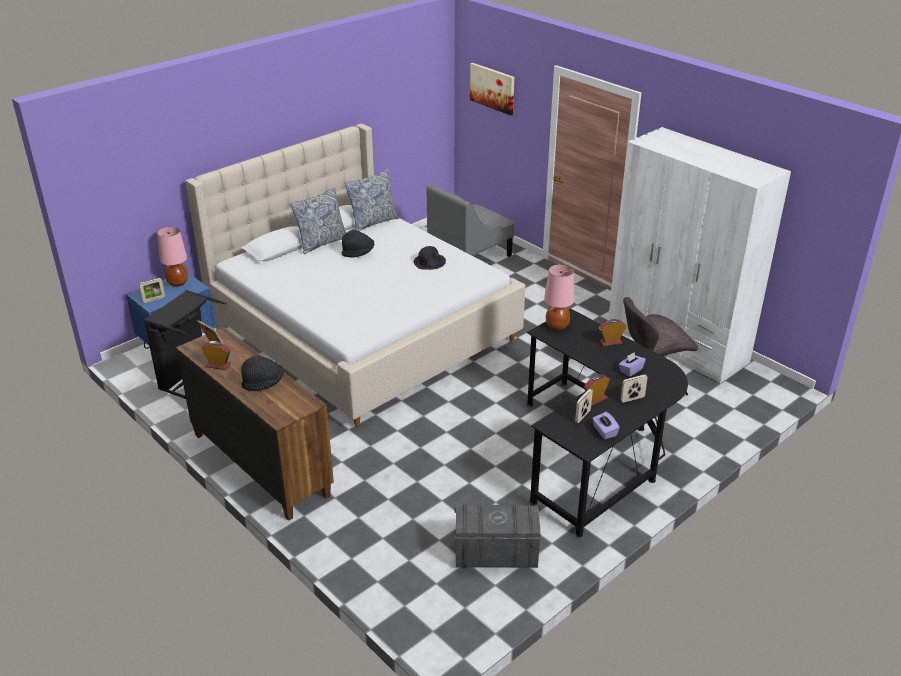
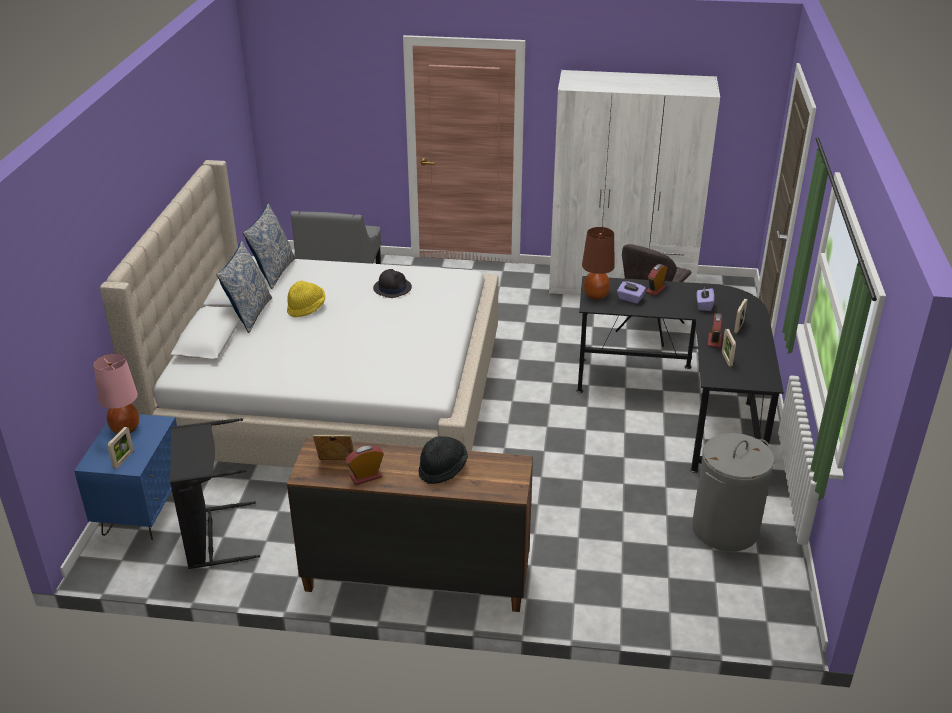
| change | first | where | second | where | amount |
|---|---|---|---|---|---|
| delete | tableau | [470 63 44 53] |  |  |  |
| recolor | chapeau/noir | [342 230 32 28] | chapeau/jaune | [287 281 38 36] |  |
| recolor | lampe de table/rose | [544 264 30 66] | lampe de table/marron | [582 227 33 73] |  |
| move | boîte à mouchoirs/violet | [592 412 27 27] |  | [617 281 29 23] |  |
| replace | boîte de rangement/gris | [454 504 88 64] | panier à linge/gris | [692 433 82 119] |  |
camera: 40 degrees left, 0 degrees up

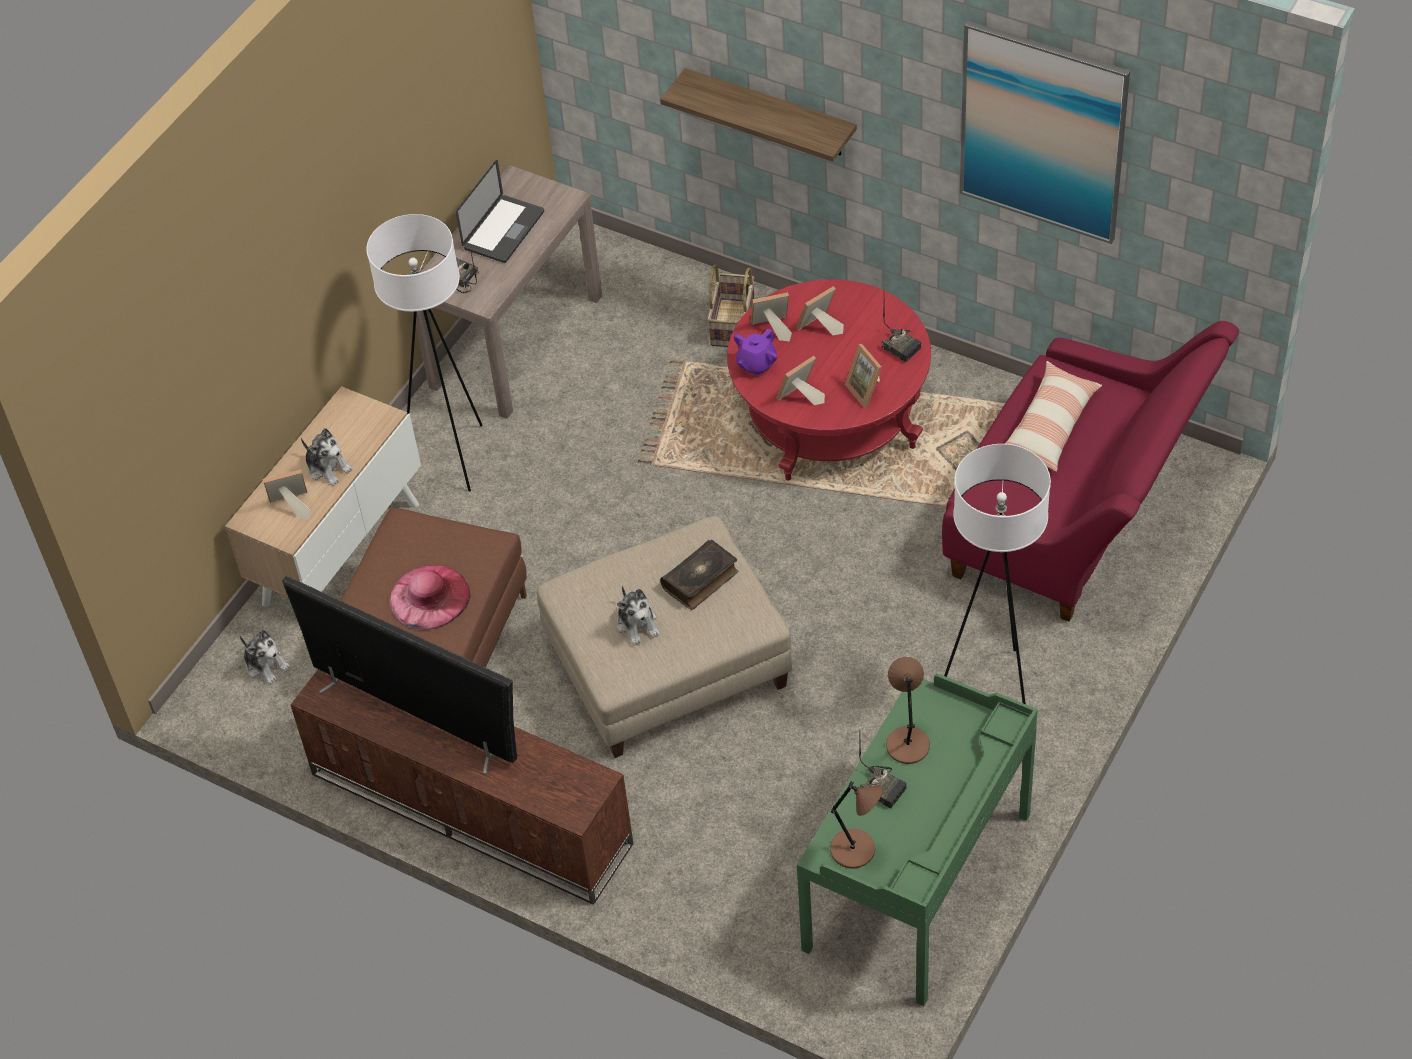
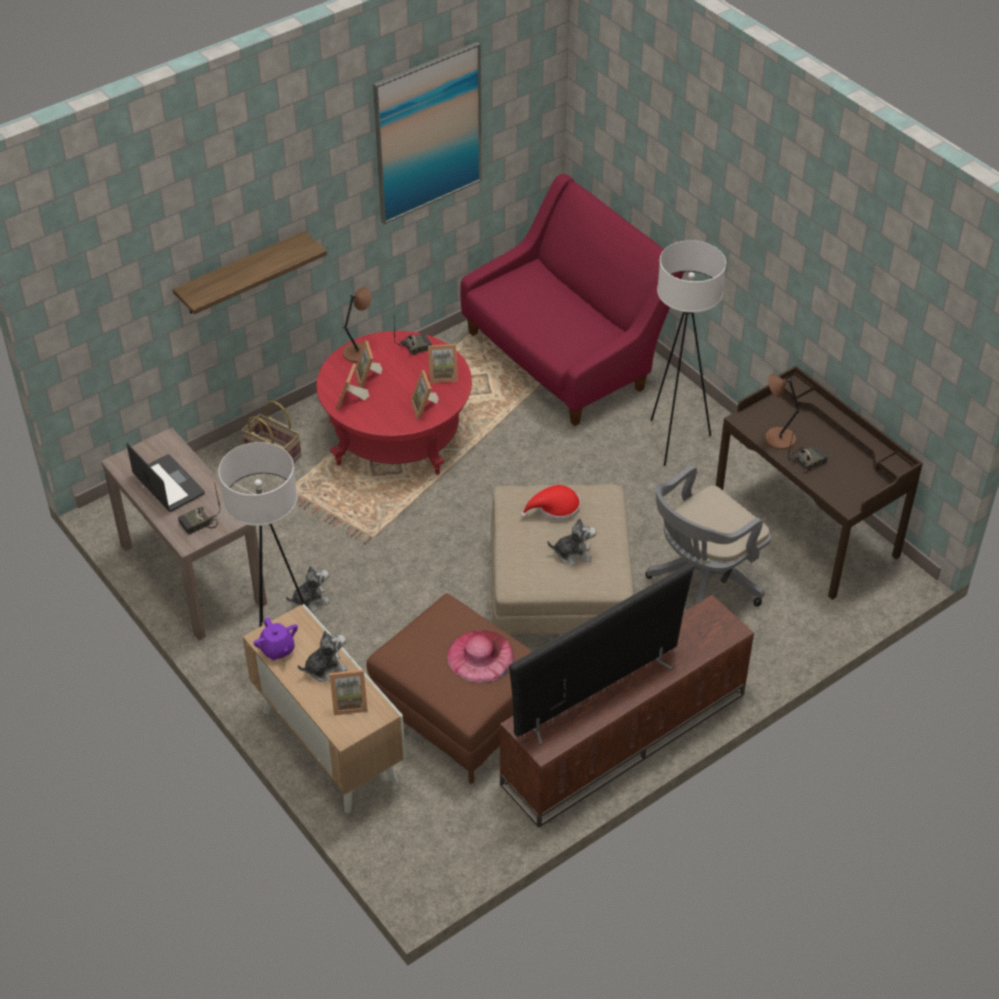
| change | first | where | second | where | amount |
|---|---|---|---|---|---|
| move | théière/violet | [734 329 43 47] |  | [254 617 44 43] |  |
| delete | coussin | [1004 361 98 111] |  |  |  |
| rotate | cadre photo | [263 469 48 50] |  | [330 669 38 46] | 105 degrees counterclockwise |
| replace | livre | [660 540 78 70] | chapeau/rouge | [521 485 59 36] |  |
| move | peluche | [240 630 50 54] |  | [286 565 44 46] |  |
| recolor | bureau/vert | [797 674 241 332] | bureau/marron | [716 366 207 234] |  |
| move | lampe de table/marron | [830 781 53 87] |  | [343 288 29 74] |  |
| insert |  |  | chaise de bureau/gris | [645 465 126 142] |  |
camera: 70 degrees left, 5 degrees down

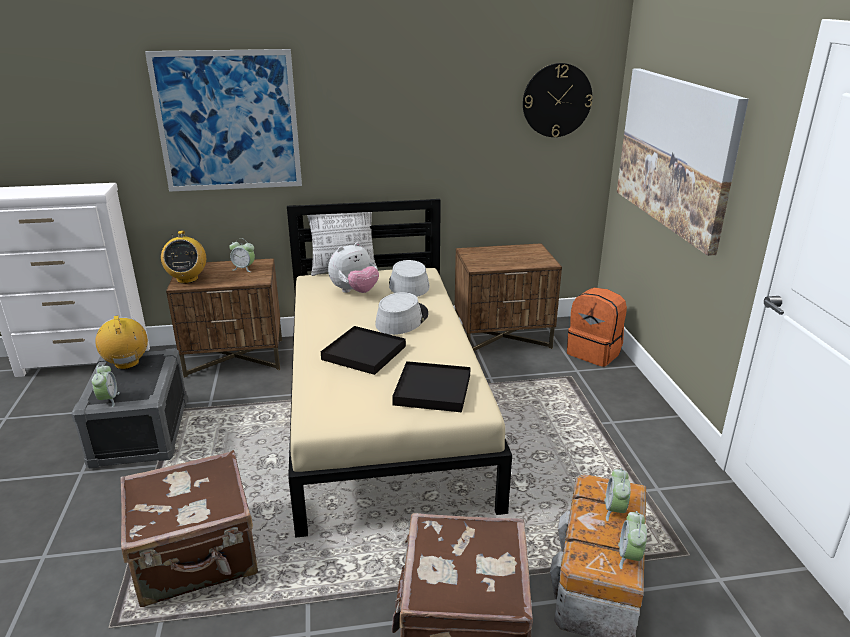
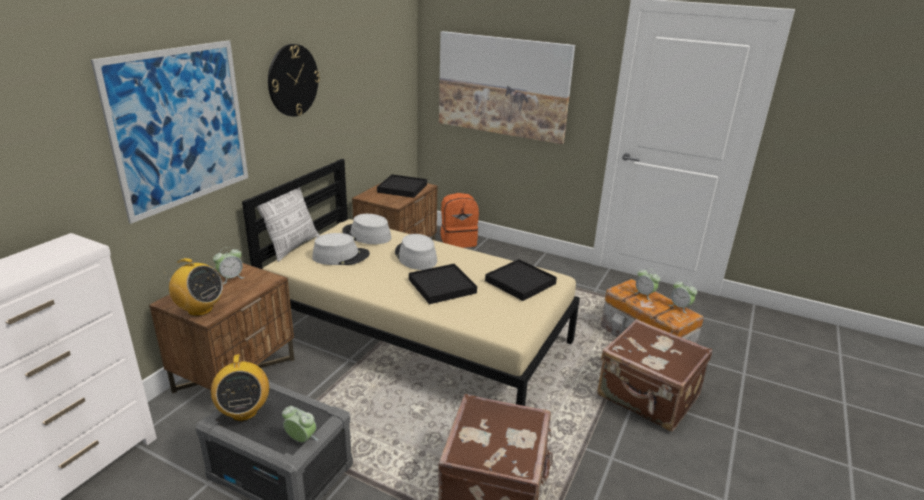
| change | first | where | second | where | amount |
|---|---|---|---|---|---|
| move | horloge murale | [523 63 70 74] |  | [268 44 52 73] |  |
| replace | peluche | [328 242 51 51] | chapeau/gris | [312 233 58 32] |  |
| rotate | radio | [95 315 53 54] |  | [211 354 58 67] | 120 degrees counterclockwise |
| insert |  |  | plateau/noir | [377 174 50 24] |  |
camera: 55 degrees left, 0 degrees up

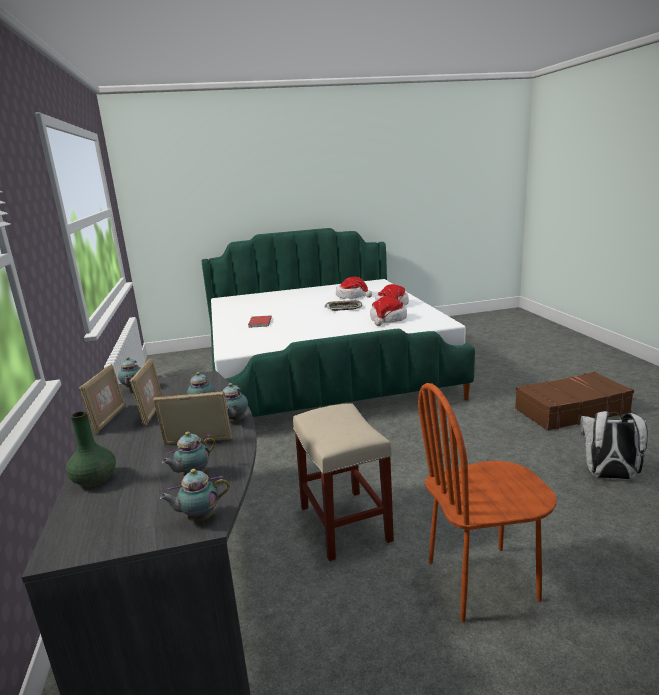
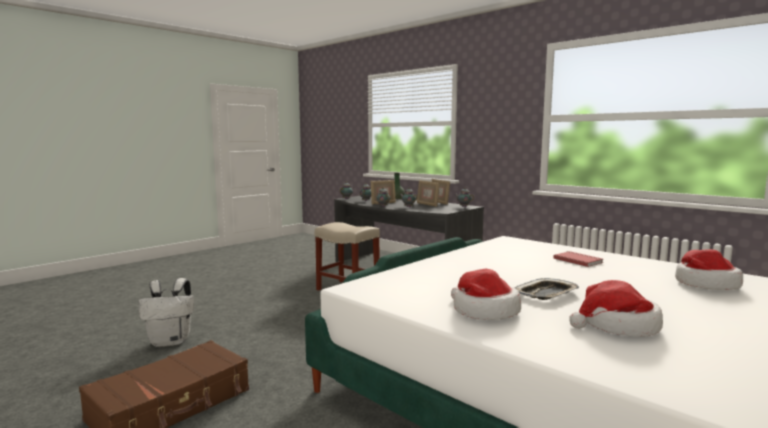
| change | first | where | second | where | amount |
|---|---|---|---|---|---|
| move | chapeau | [370 296 37 30] |  | [675 249 68 41] |  |
| delete | chaise/marron | [418 383 139 239] |  |  |  |
camera: 145 degrees right, 10 degrees down

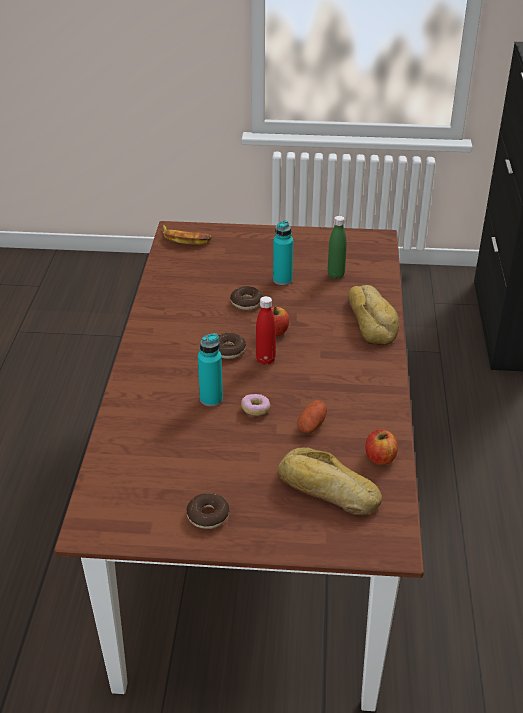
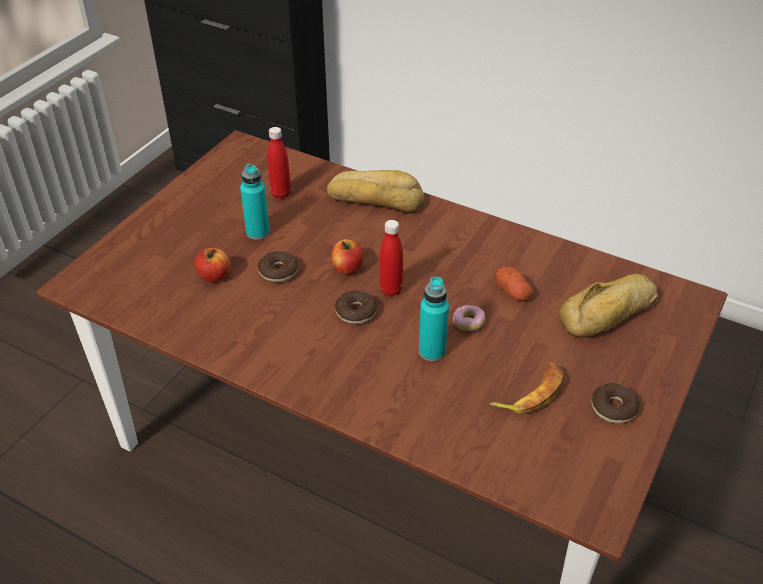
| change | first | where | second | where | amount |
|---|---|---|---|---|---|
| recolor | bouteille/vert | [328 216 19 63] | bouteille/rouge | [267 127 24 72] |  |
| move | banane | [163 225 49 20] |  | [489 362 74 52] |  |
| move | pomme | [365 429 33 36] |  | [195 248 35 34] |  |
camera: 65 degrees left, 5 degrees up

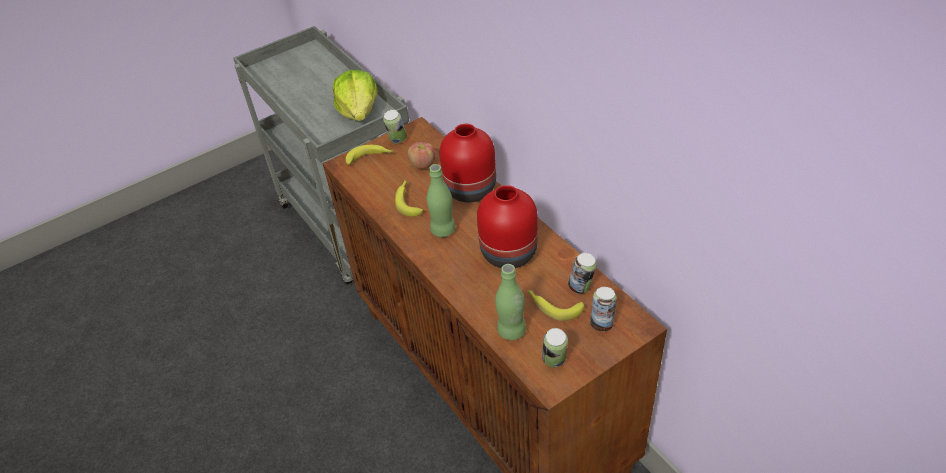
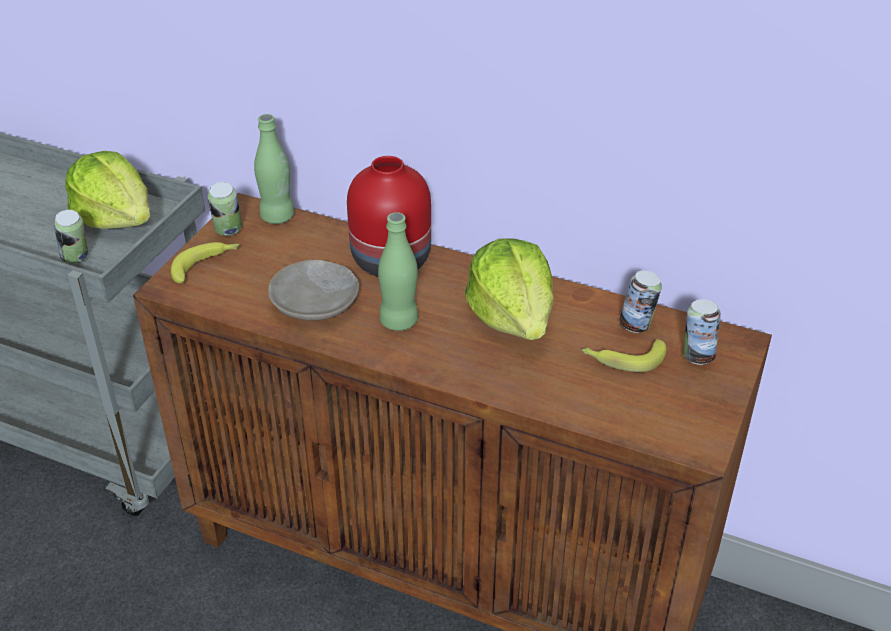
| change | first | where | second | where | amount |
|---|---|---|---|---|---|
| delete | pomme | [407 142 29 27] |  |  |  |
| replace | banane | [395 181 28 36] | assiette/beige | [268 260 91 61] |  |
| replace | vase/rouge | [477 185 61 83] | laitue | [465 238 89 102] |  |
| move | bouteille/vert | [495 264 31 76] |  | [254 114 41 110] |  |
| move | boîte métallique | [542 328 26 39] |  | [53 210 35 53] |  |
camera: 35 degrees left, 5 degrees down

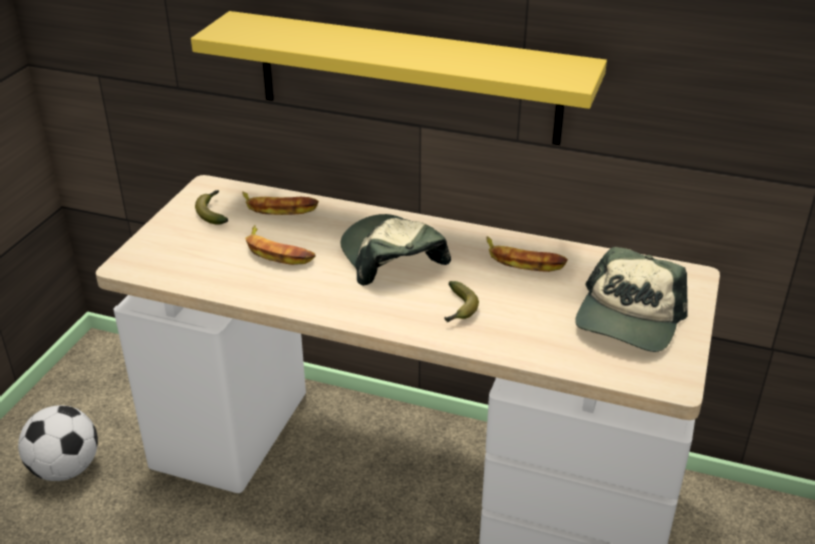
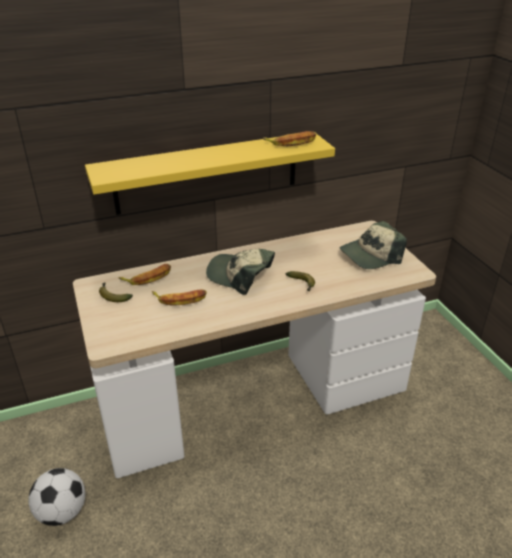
| change | first | where | second | where | amount |
|---|---|---|---|---|---|
| move | banane | [486 236 82 36] |  | [263 131 53 15] |  |
| rotate | casquette | [575 247 112 105] |  | [340 221 67 48] | 75 degrees clockwise |
camera: 40 degrees left, 0 degrees up

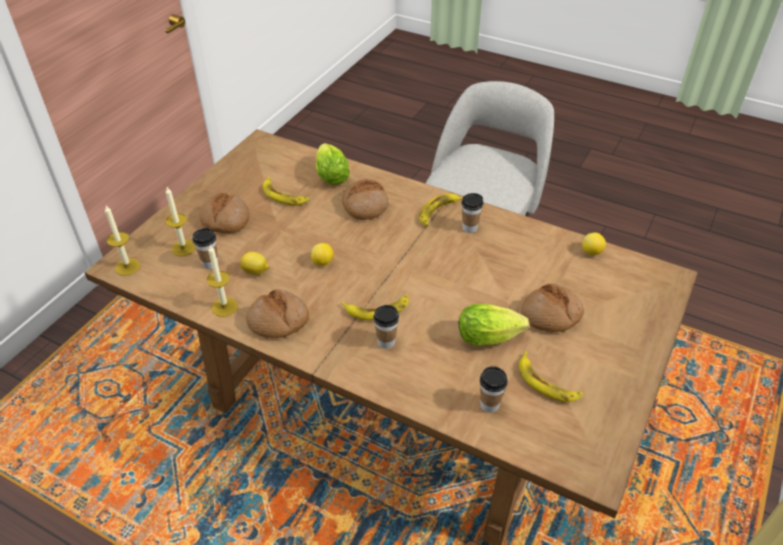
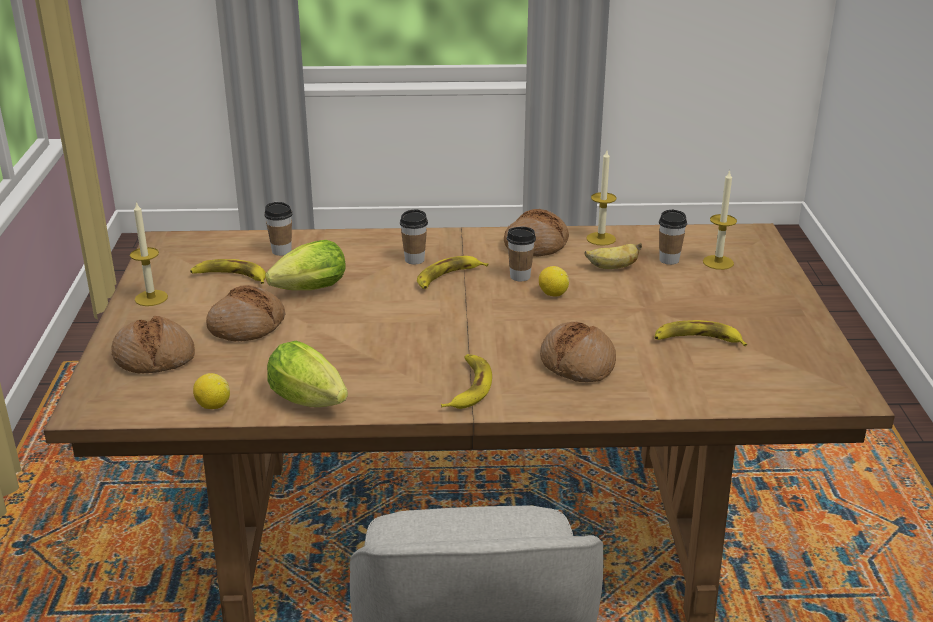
| change | first | where | second | where | amount |
|---|---|---|---|---|---|
| move | laitue | [316 143 34 42] |  | [267 341 81 66] |  |
| move | pain | [199 193 51 40] |  | [111 316 84 58] |  |
| move | tasse | [461 193 22 40] |  | [507 227 29 54] |  |
| move | bougie | [105 206 35 70] |  | [130 202 38 104] |  |
| replace | citron | [240 252 29 23] | banane | [585 243 57 26] |  |
camera: 150 degrees right, 15 degrees down

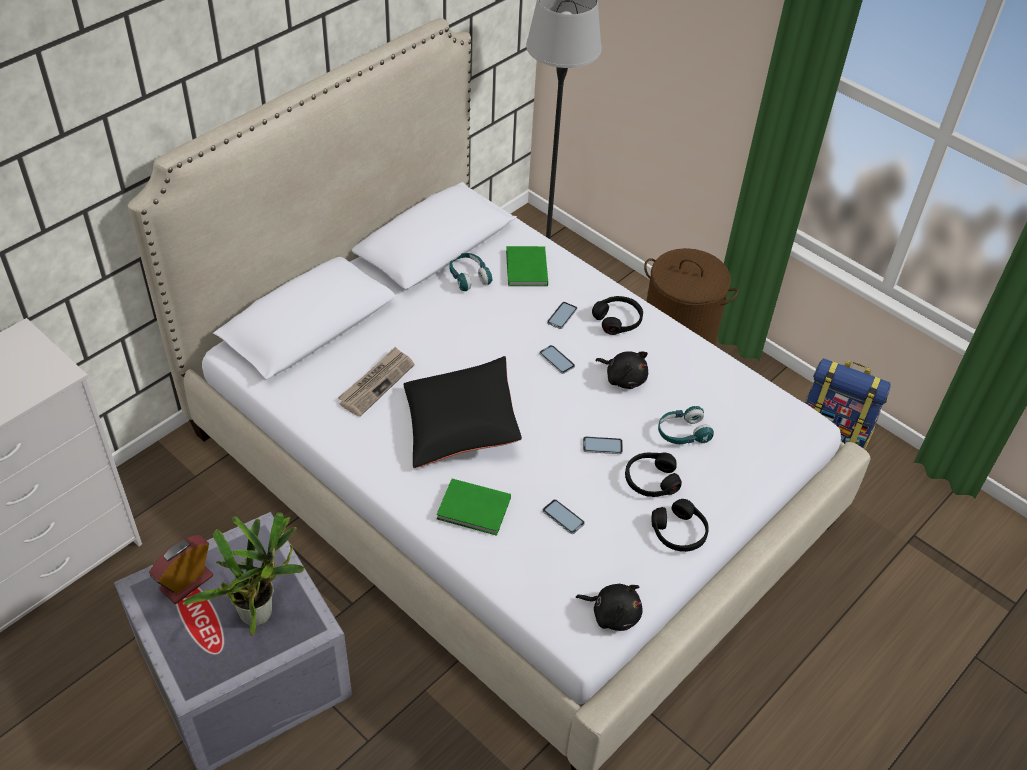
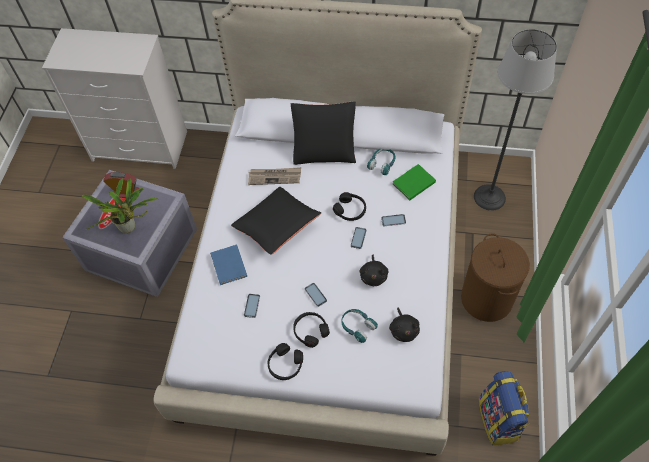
| change | first | where | second | where | amount |
|---|---|---|---|---|---|
| move | casque audio/noir | [592 296 51 39] |  | [333 192 33 29] |  |
| recolor | livre/vert | [436 479 75 57] | livre/bleu | [210 244 37 41] |  |
| move | peluche/noir | [576 584 67 47] |  | [389 307 31 35] |  |
| insert |  |  | coussin/noir | [291 101 65 64] |  |
camera: 60 degrees right, 10 degrees up

